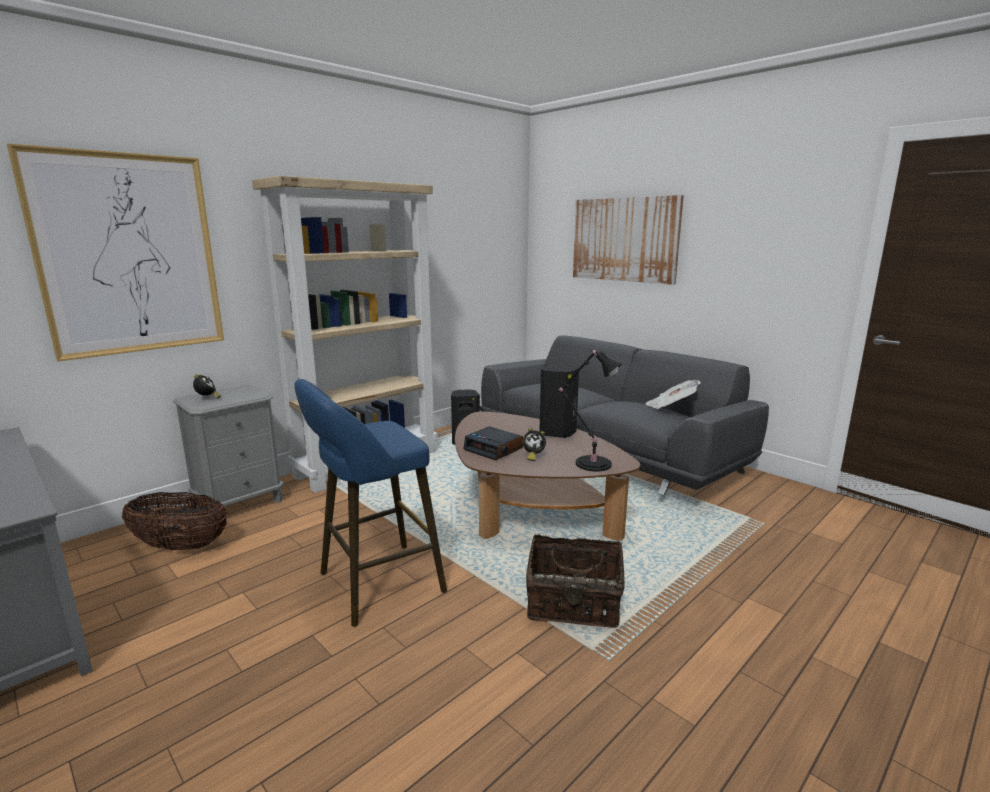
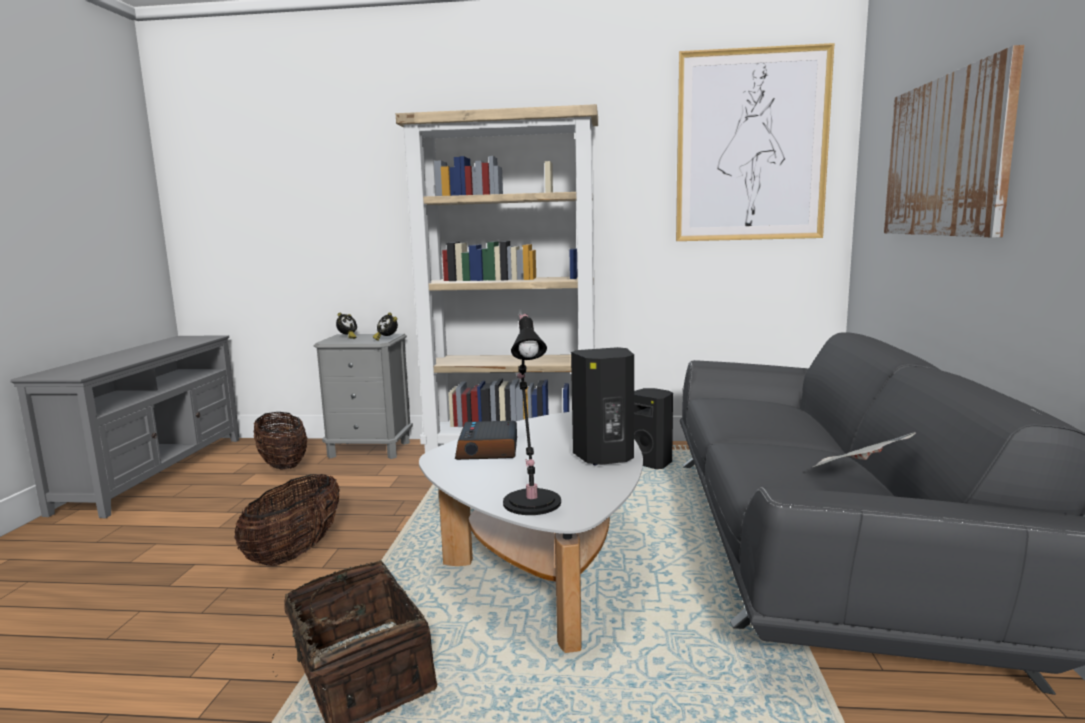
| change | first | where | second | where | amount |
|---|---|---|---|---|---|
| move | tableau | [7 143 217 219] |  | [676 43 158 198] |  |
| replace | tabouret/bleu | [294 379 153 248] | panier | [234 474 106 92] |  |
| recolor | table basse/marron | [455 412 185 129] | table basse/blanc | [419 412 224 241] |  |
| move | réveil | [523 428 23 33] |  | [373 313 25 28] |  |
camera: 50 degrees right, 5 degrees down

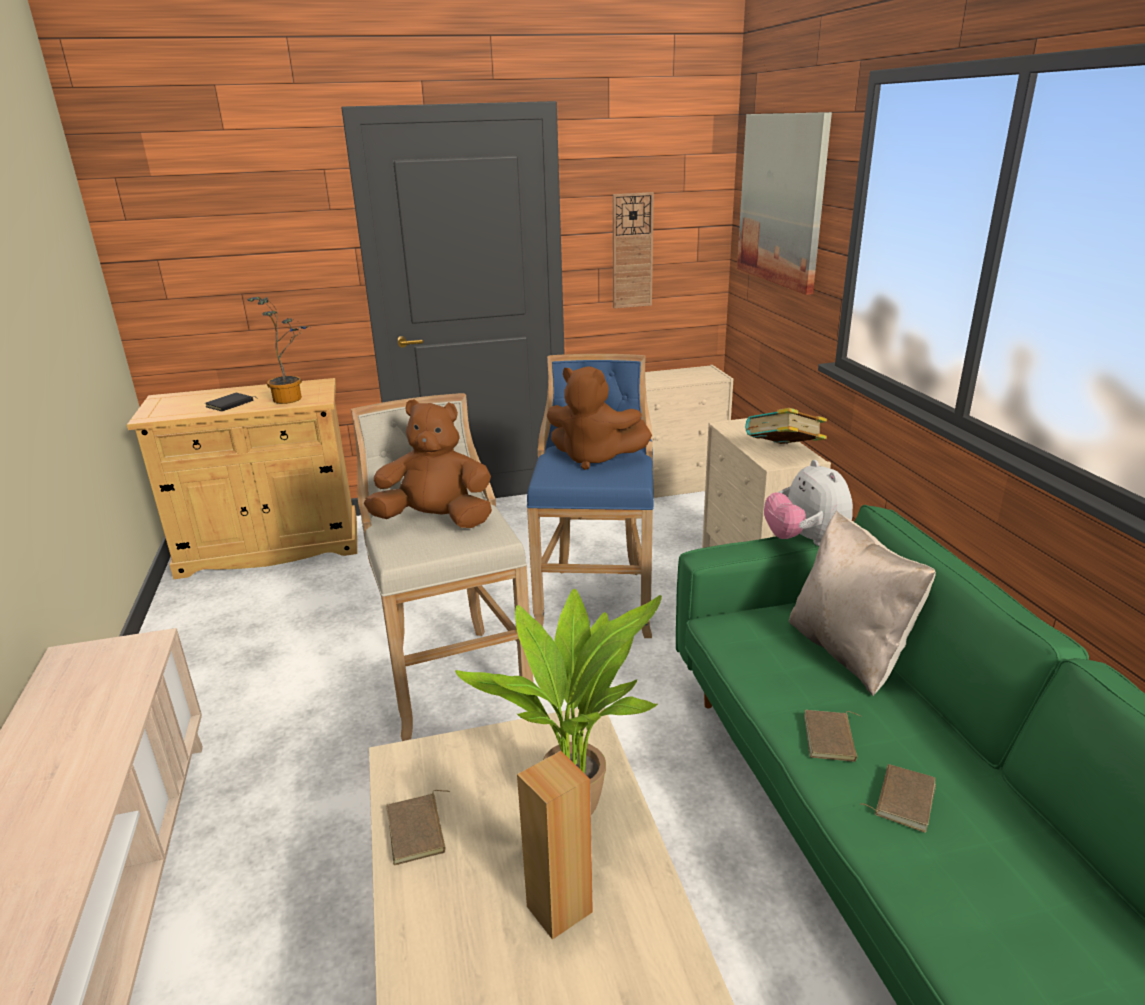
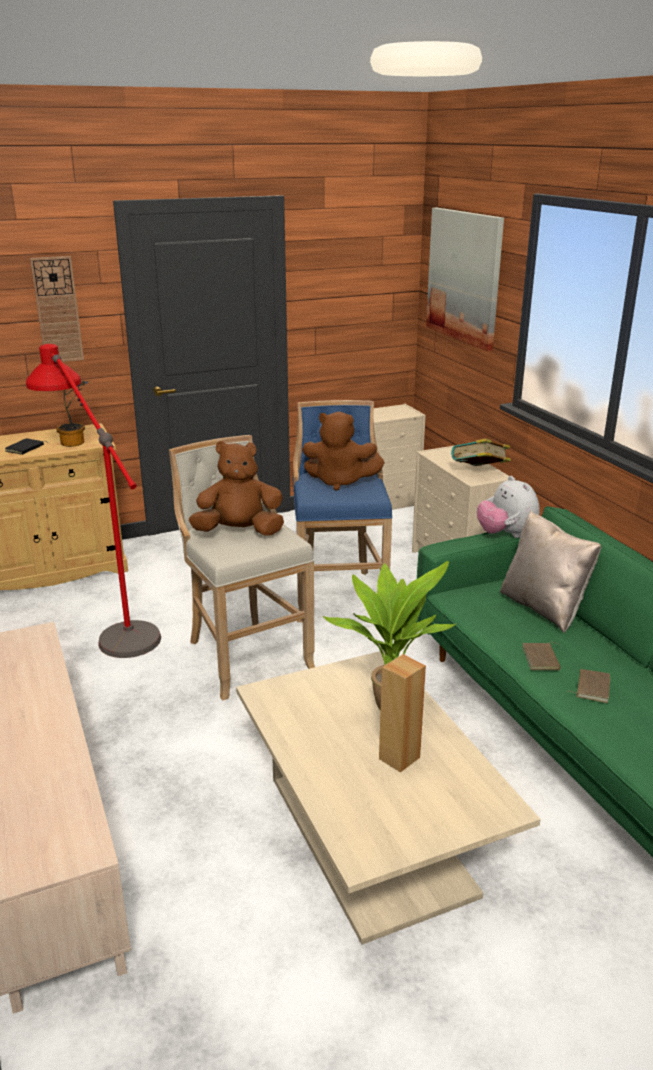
| change | first | where | second | where | amount |
|---|---|---|---|---|---|
| move | horloge murale | [613 192 41 116] |  | [30 256 54 106] |  |
| delete | livre/marron | [386 790 64 75] |  |  |  |
| insert |  |  | lampadaire/rouge | [26 344 135 314] |  |
camera: 10 degrees left, 0 degrees up

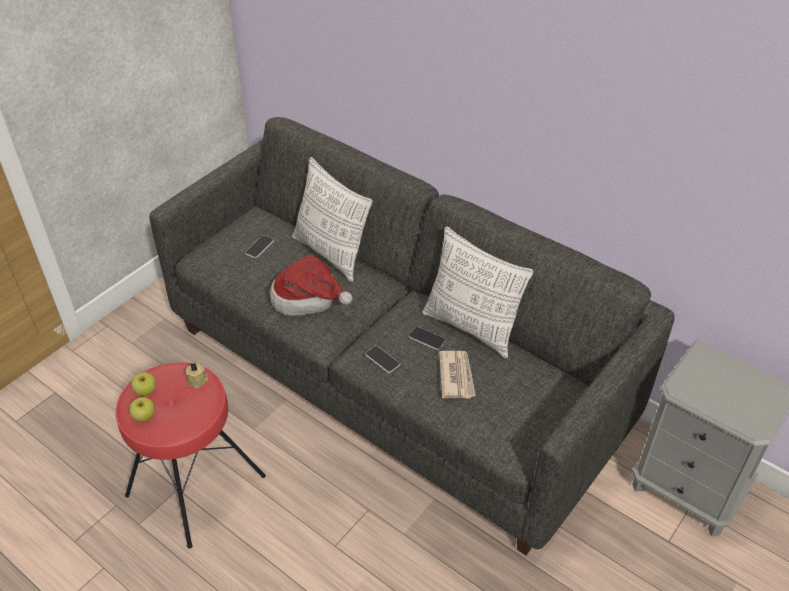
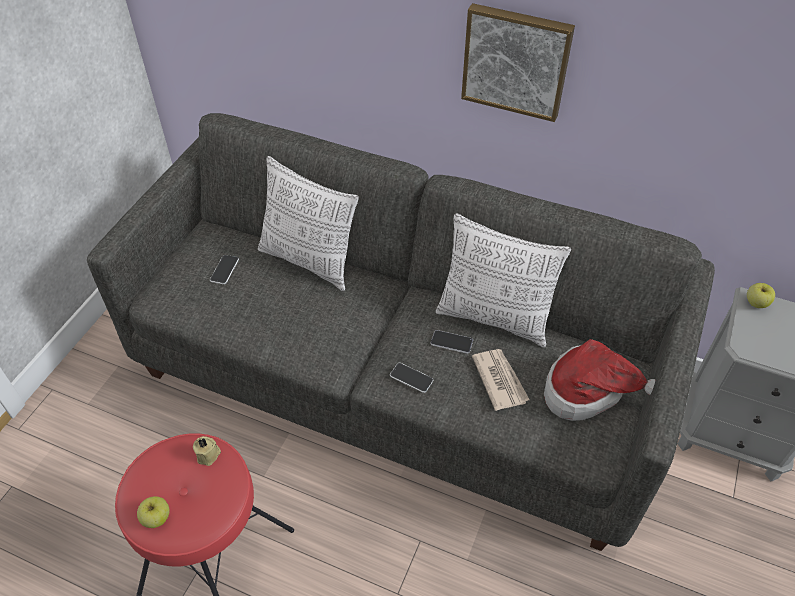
| change | first | where | second | where | amount |
|---|---|---|---|---|---|
| move | chapeau | [270 254 82 61] |  | [544 339 111 82] |  |
| move | pomme | [131 372 25 24] |  | [747 283 28 25] |  |
| insert |  |  | tableau | [461 3 114 119] |  |
camera: 15 degrees left, 5 degrees up

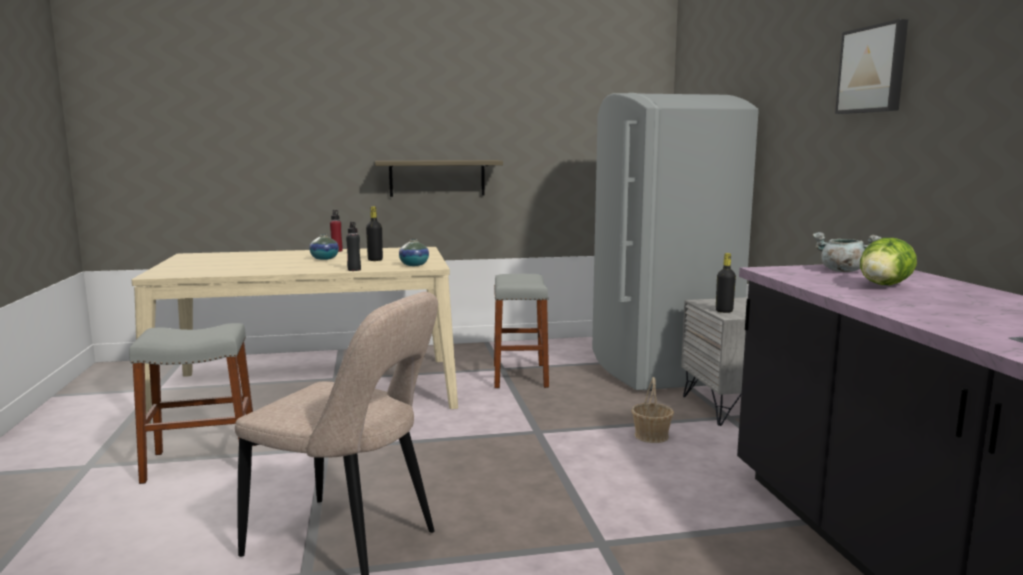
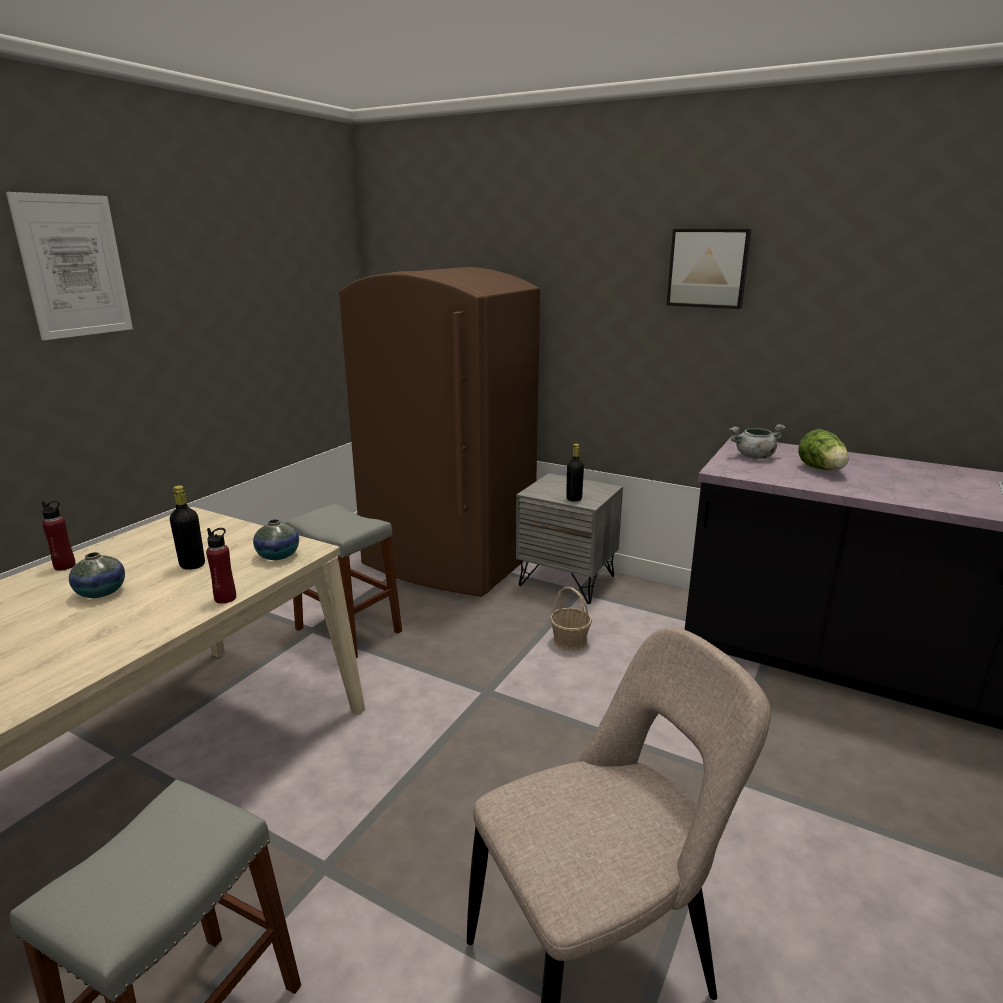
| change | first | where | second | where | amount |
|---|---|---|---|---|---|
| recolor | réfrigérateur/gris | [592 93 167 298] | réfrigérateur/marron | [339 267 201 330] |  |
| delete | étagère | [375 160 128 37] |  |  |  |
| recolor | bouteille/noir | [346 222 15 49] | bouteille/rouge | [206 528 30 76] |  |
| insert |  |  | tableau | [6 192 127 148] |  |
camera: 50 degrees left, 10 degrees up

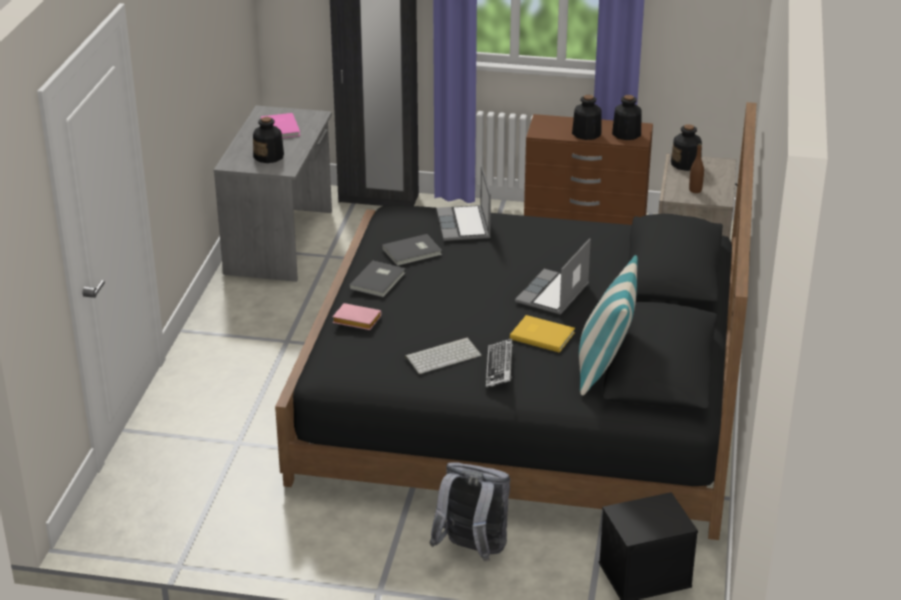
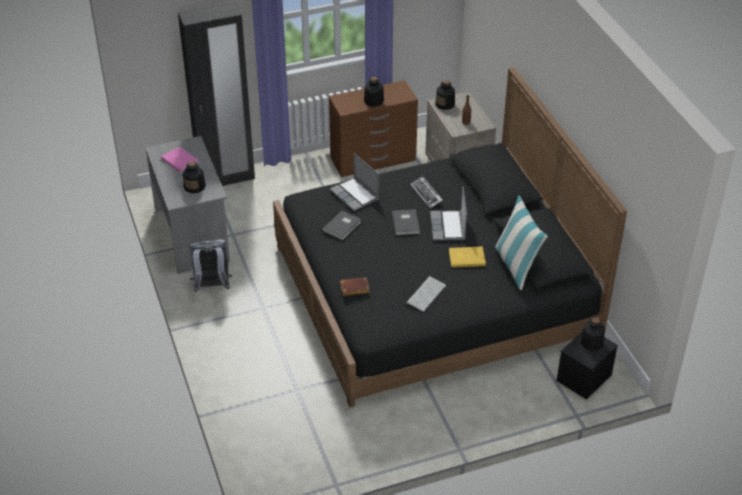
| change | first | where | second | where | amount |
|---|---|---|---|---|---|
| move | bouteille | [612 95 30 45] |  | [580 317 25 34] |  |
| move | livre/gris | [349 260 57 37] |  | [392 210 28 25] |  |
| recolor | livre/rose | [332 303 49 27] | livre/marron | [340 277 30 19] |  |
| move | clavier | [486 338 27 50] |  | [411 176 32 33] |  |
| move | sac à dos/gris | [430 462 80 100] |  | [189 239 43 53] |  |
camera: 30 degrees left, 10 degrees up

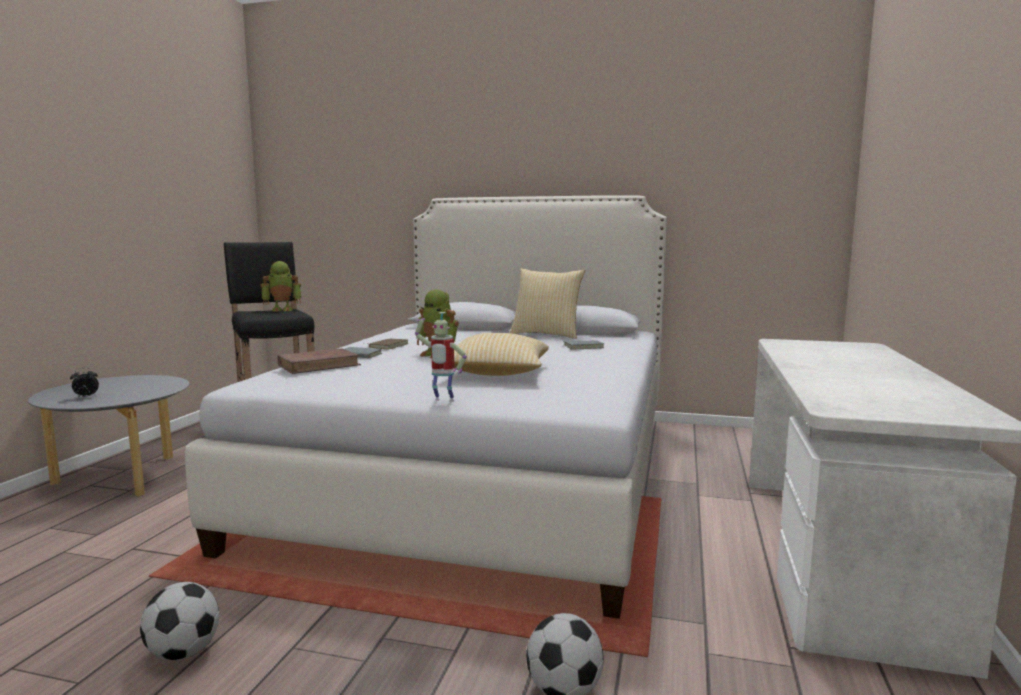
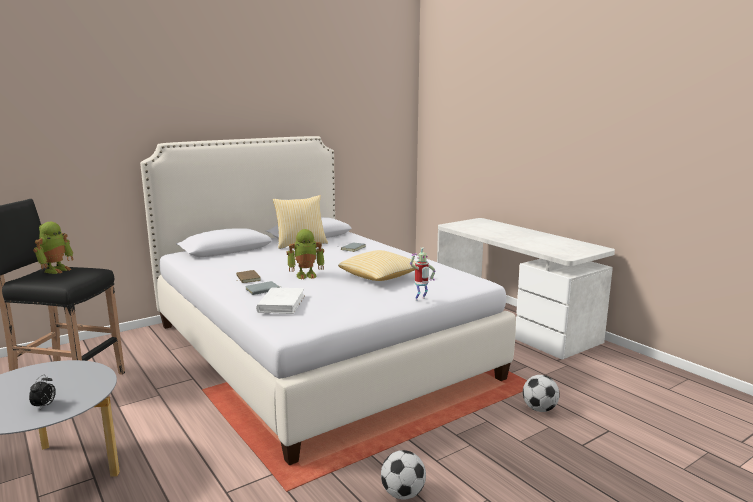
| change | first | where | second | where | amount |
|---|---|---|---|---|---|
| recolor | livre/marron | [277 348 84 26] | livre/blanc | [256 288 49 26] |  |
camera: 50 degrees left, 5 degrees up

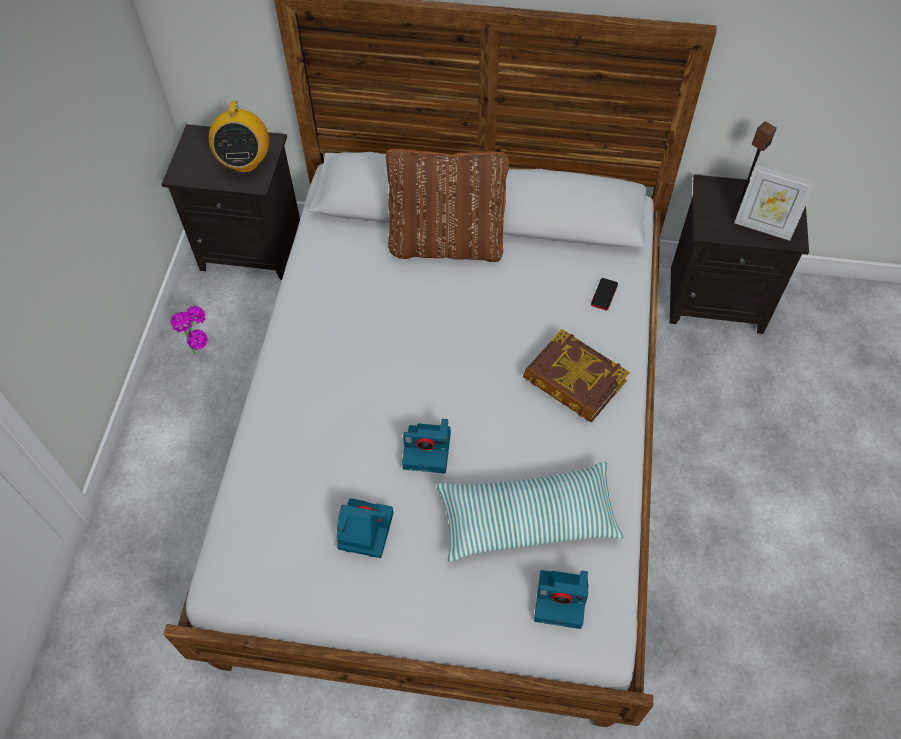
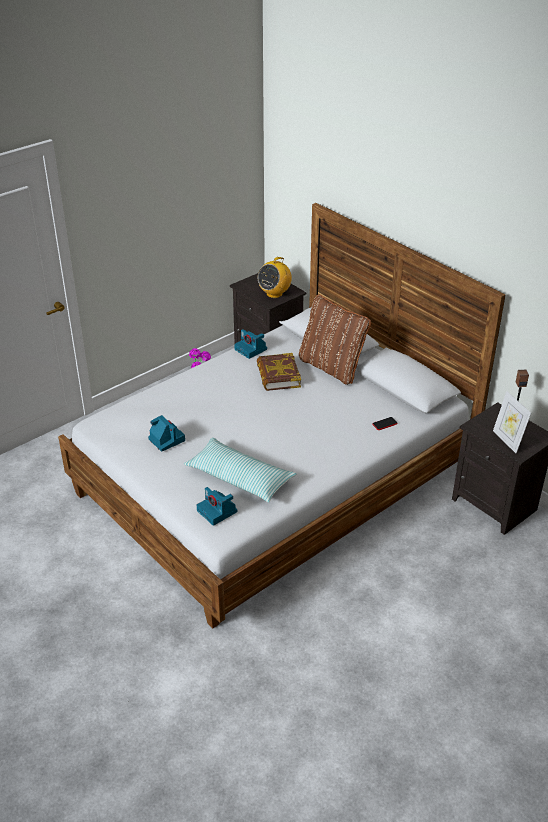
| change | first | where | second | where | amount |
|---|---|---|---|---|---|
| move | livre | [523 329 107 93] |  | [257 353 44 38] |  |
| move | appareil photo | [402 419 49 54] |  | [234 329 33 30] |  |
camera: 40 degrees right, 20 degrees down

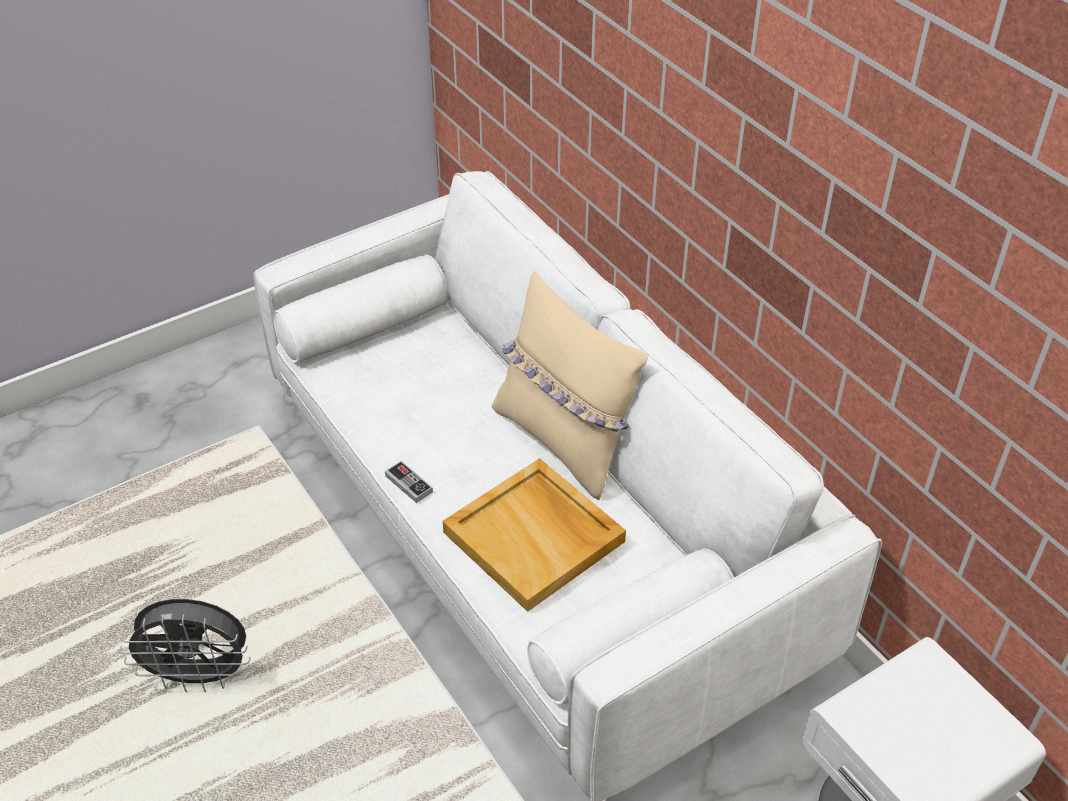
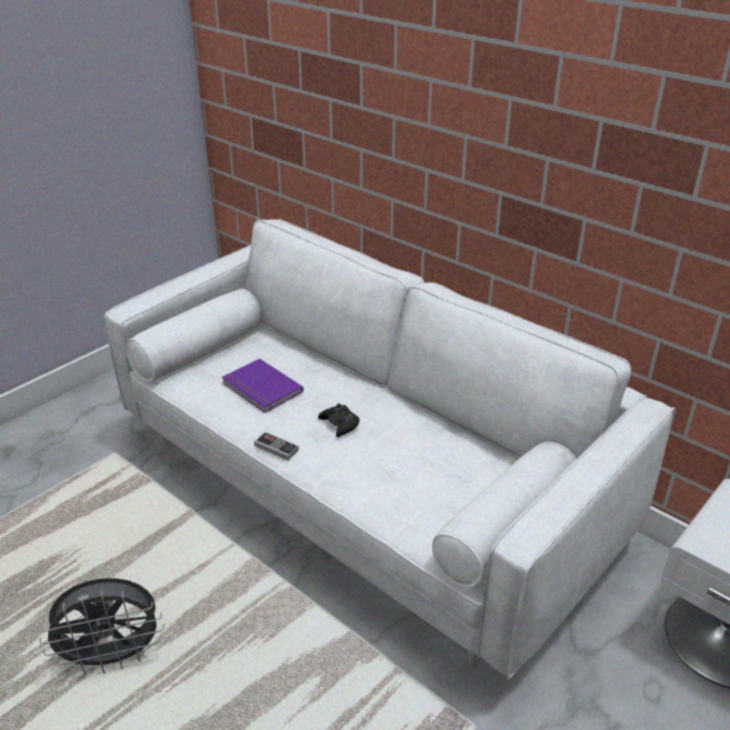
| change | first | where | second | where | amount |
|---|---|---|---|---|---|
| delete | coussin/beige | [492 271 156 229] |  |  |  |
| delete | plateau/beige | [443 458 183 154] |  |  |  |
| insert |  |  | livre/violet | [222 359 81 54] |  |
| insert |  |  | manette/noir | [318 403 42 34] |  |
camera: 15 degrees left, 10 degrees down

